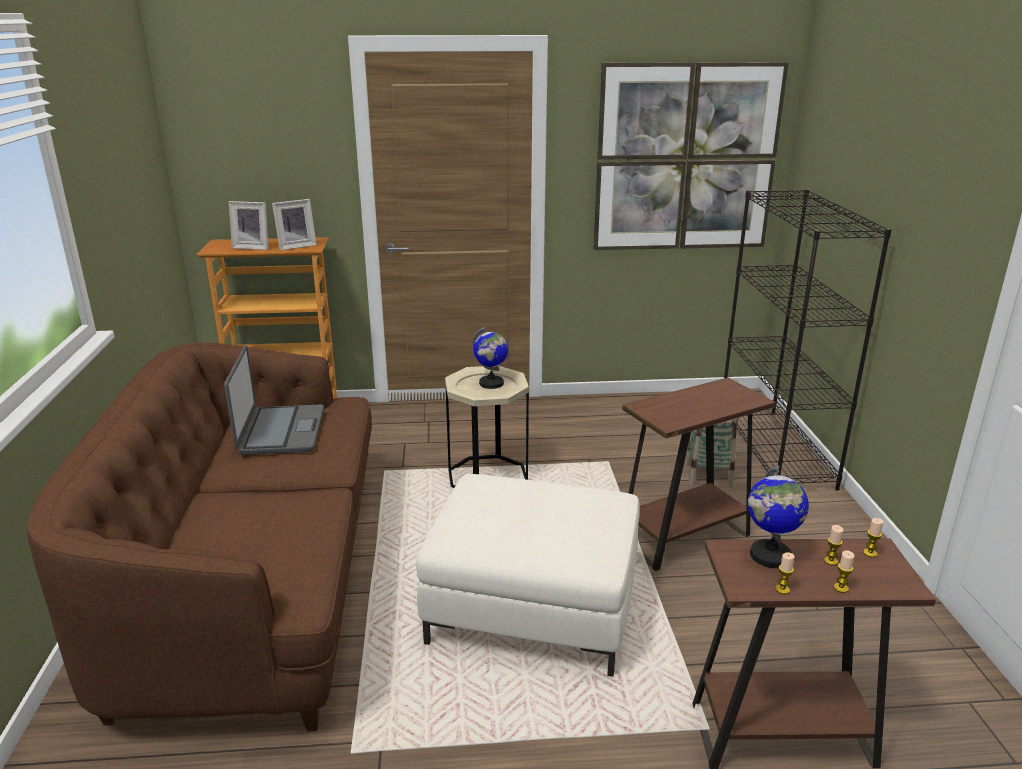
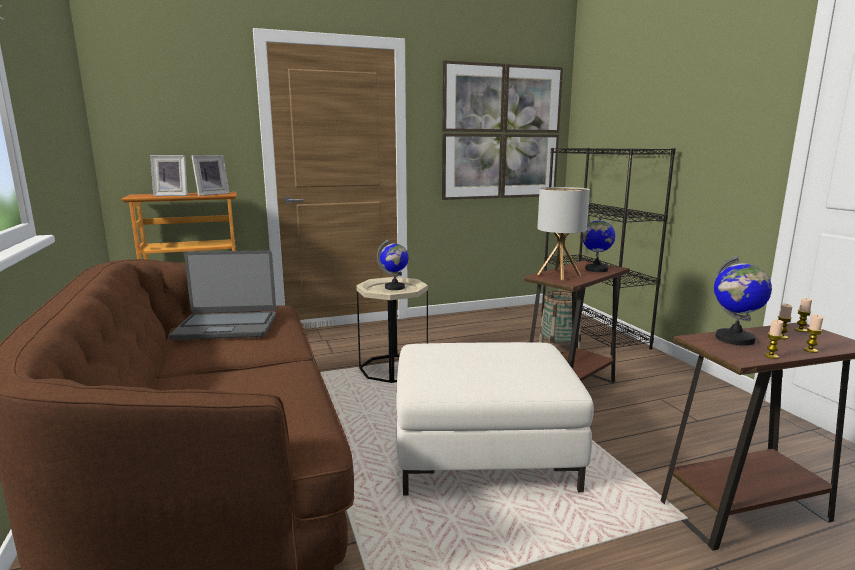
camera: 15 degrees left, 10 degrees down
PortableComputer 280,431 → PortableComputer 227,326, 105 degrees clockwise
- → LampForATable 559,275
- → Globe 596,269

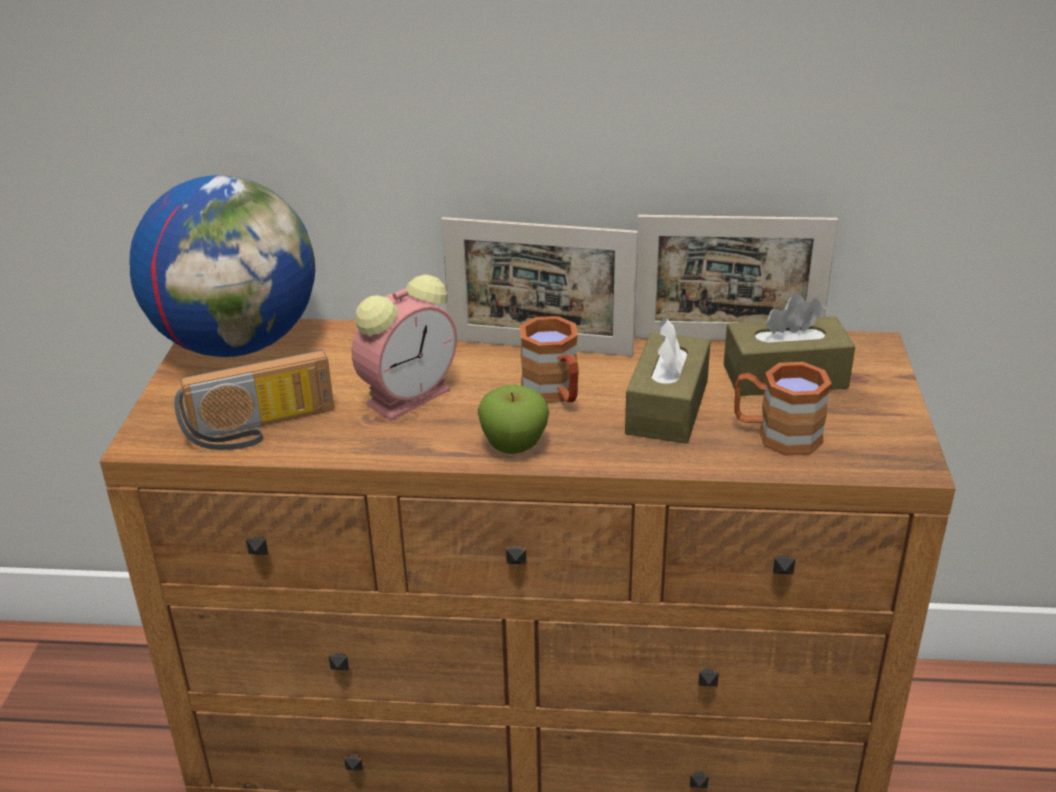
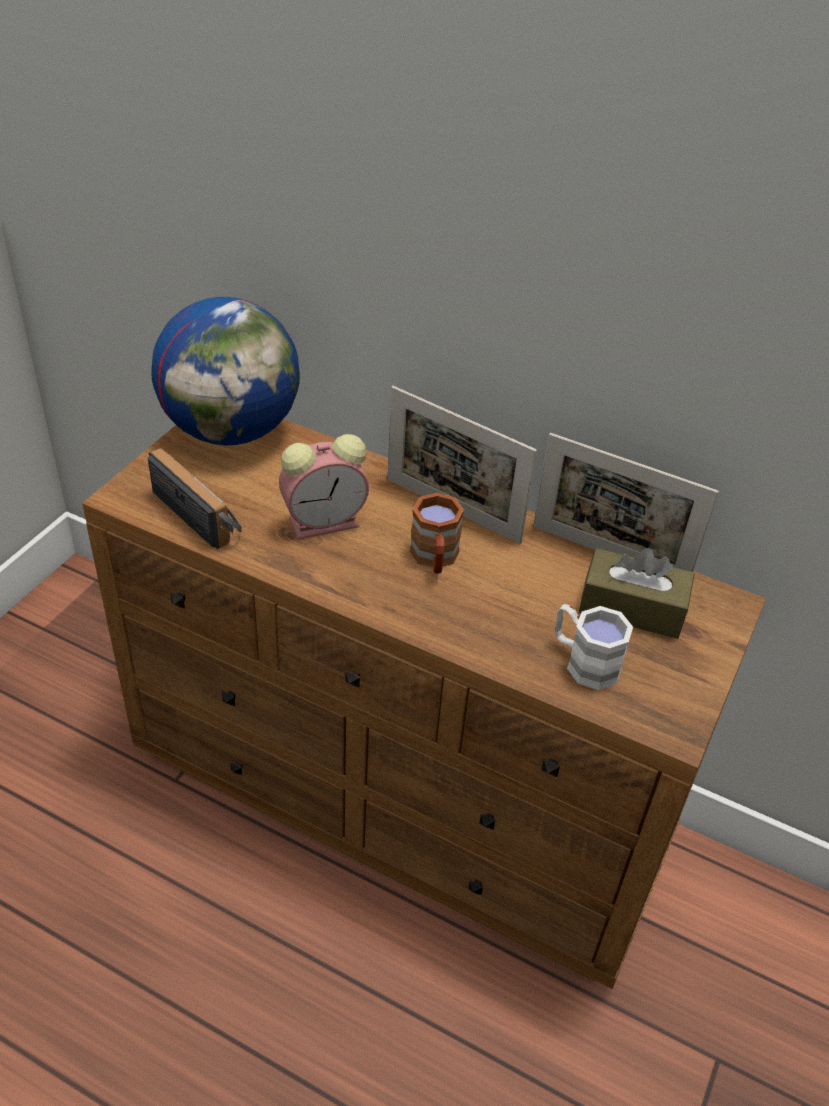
camera: 20 degrees right, 10 degrees up
RadioSet 260,429 → RadioSet 202,515, 135 degrees counterclockwise
BrownMug 776,435 → WhitishMug 584,661
WholeApple 514,447 → -
BrownBoxOfTissues 667,407 → -

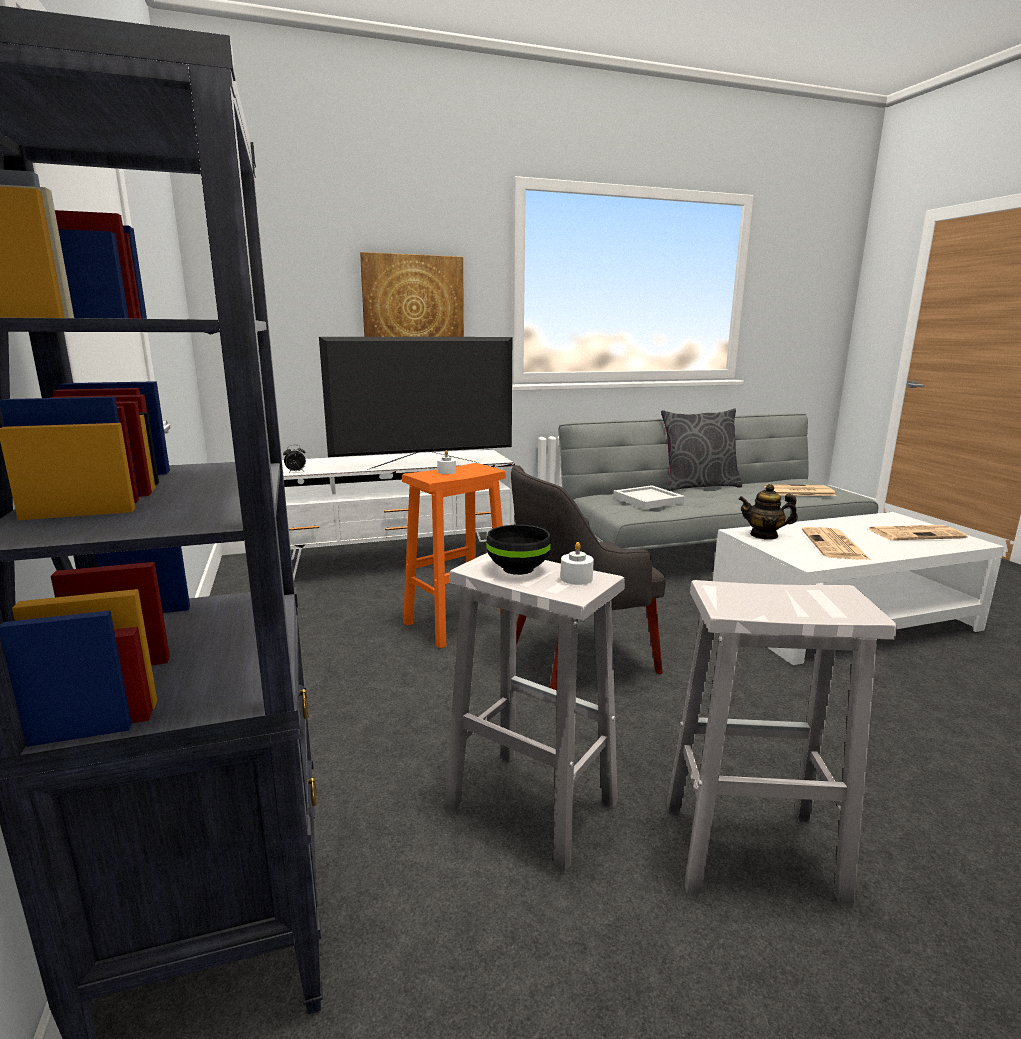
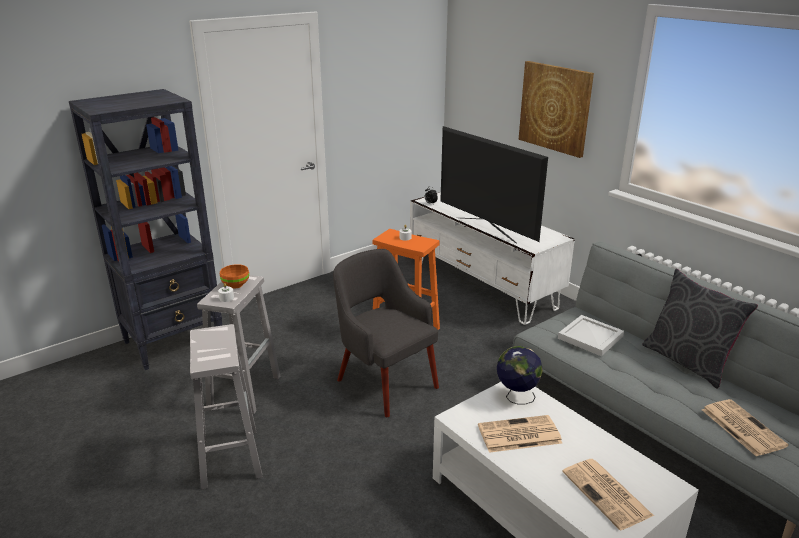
camera: 70 degrees right, 10 degrees up
BlackServingBowl 518,569 → OrangeColouredServingBowl 235,285
PotForTea 764,535 → Globe 516,397

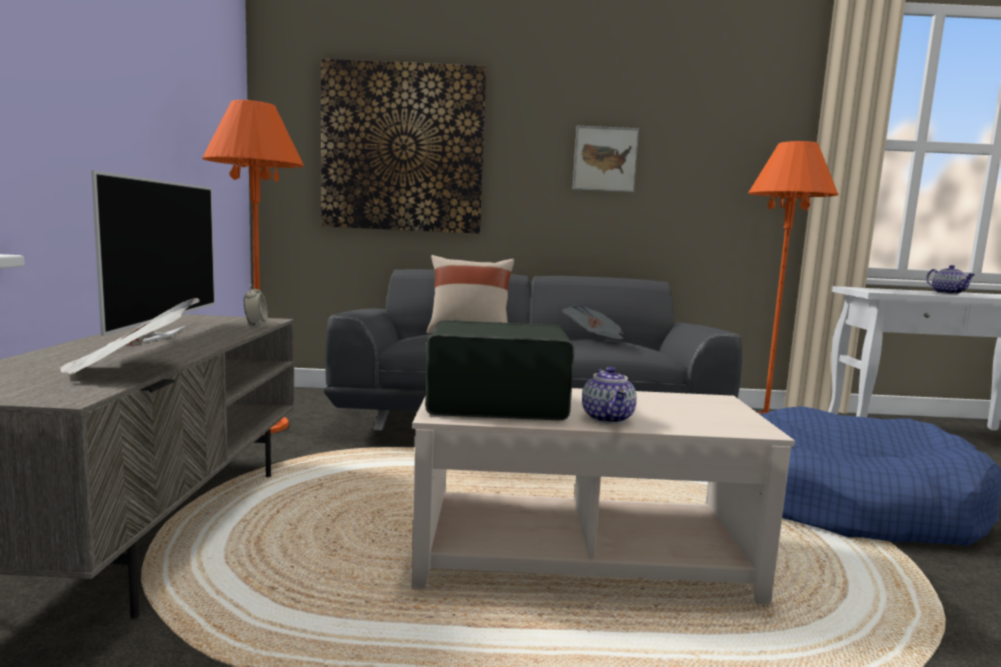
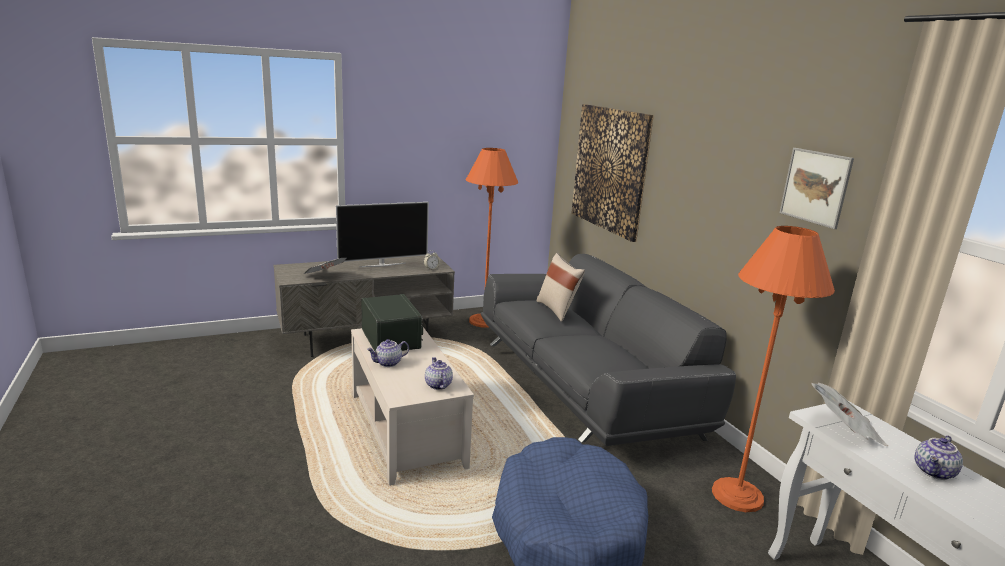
camera: 65 degrees right, 10 degrees up
- → PotForTea 437,385
WallPicture 605,159 → WallPicture 815,187, move
DailyPaper 594,340 → DailyPaper 844,431, move

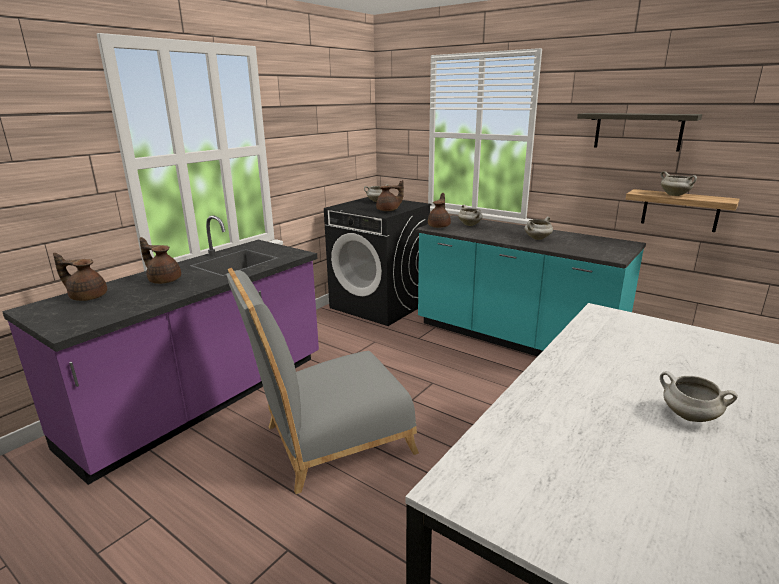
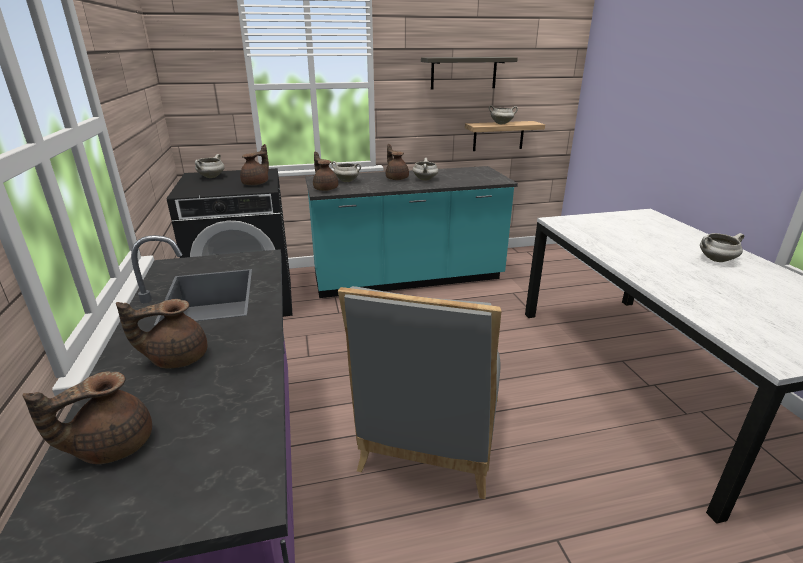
camera: 50 degrees left, 5 degrees up
- → BrownPotForTea 396,178

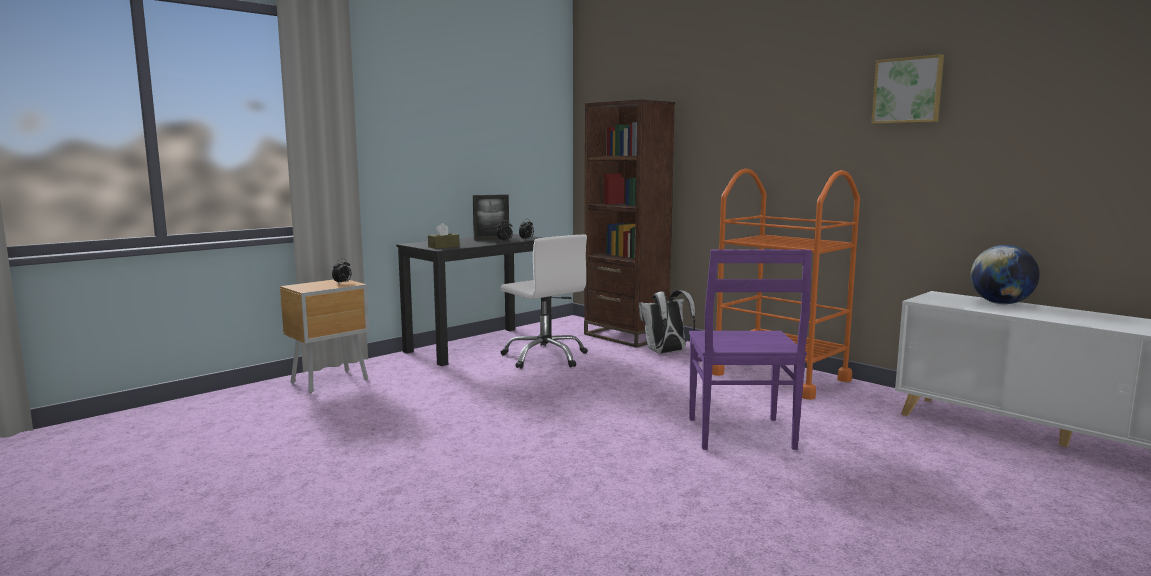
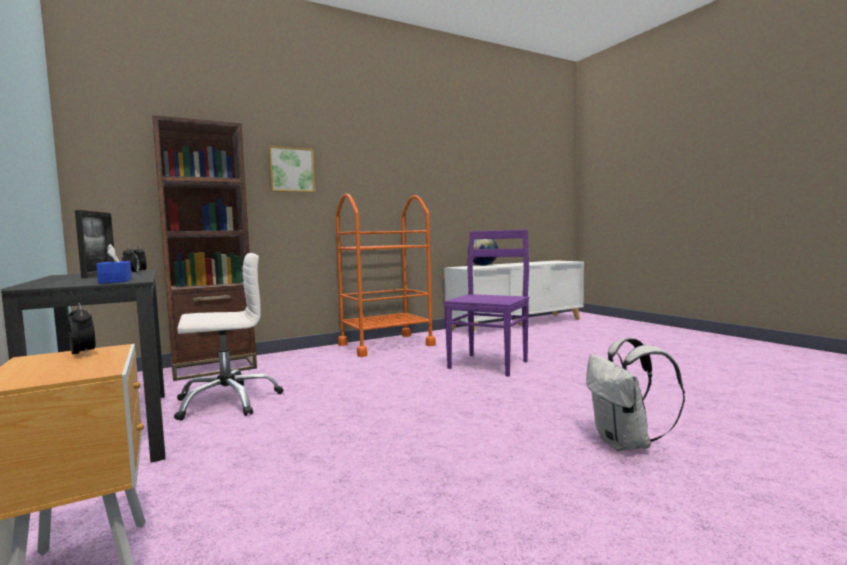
camera: 75 degrees left, 5 degrees down
BrownBoxOfTissues 443,246 → BlueColouredBoxOfTissues 115,281
WallPicture 908,90 → WallPicture 291,170, move
PurplishUprightChair 741,435 → PurplishUprightChair 489,364, 75 degrees counterclockwise
WhitishKnapsack 666,353 → WhitishKnapsack 626,444, move

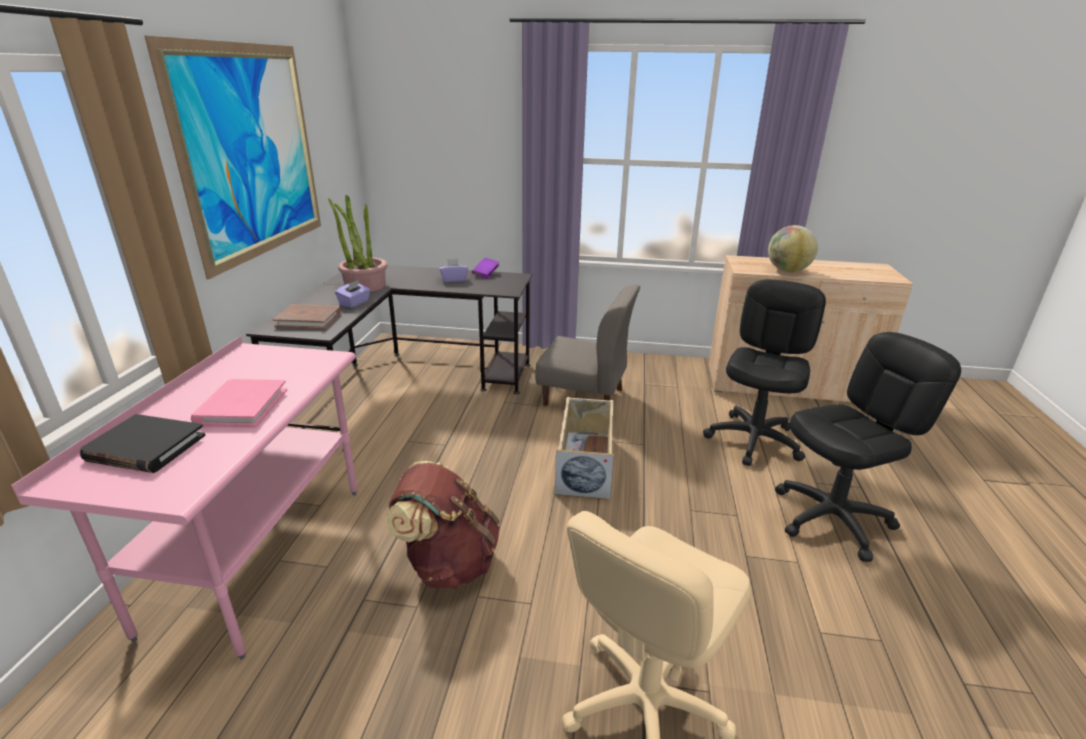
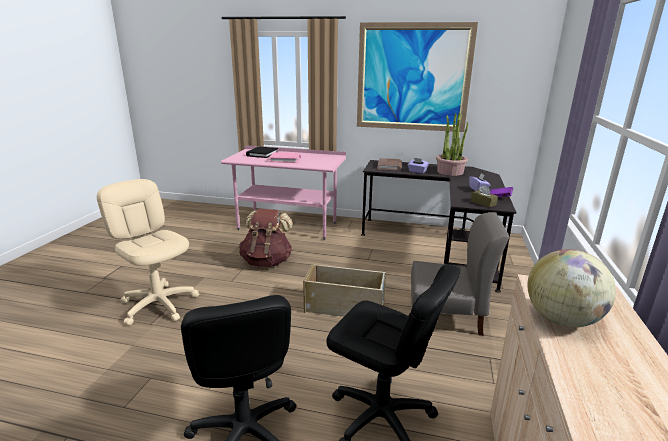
camera: 95 degrees right, 5 degrees down
GreyishUprightChair 584,397 → GreyishUprightChair 447,316, 105 degrees counterclockwise
- → BrownBoxOfTissues 483,203

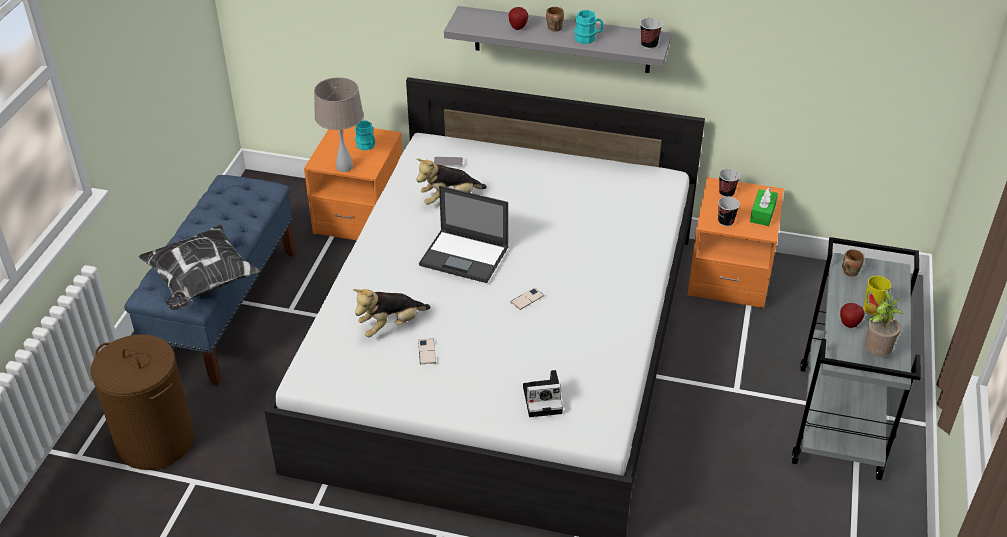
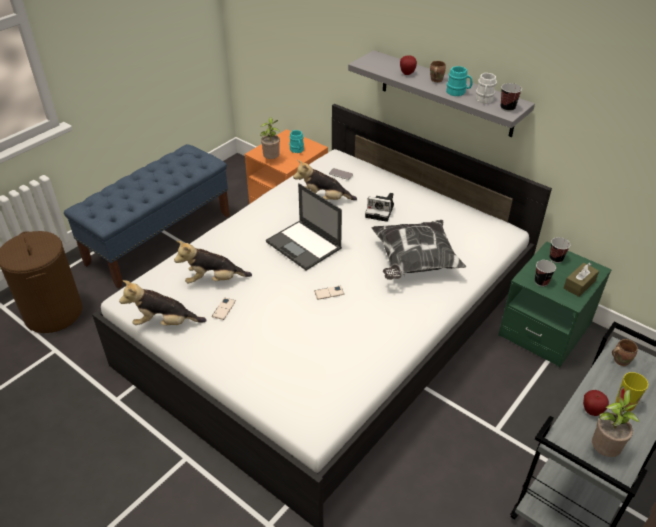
camera: 25 degrees right, 0 degrees up
- → CuddlyToy 165,323
BeigeColouredLampForATable 344,166 → PlantInAPot 272,160
StillCamera 544,399 → StillCamera 381,211, move
Pillow 201,283 → Pillow 414,262, move
- → WhitishMug 483,100
OrangeColouredNightTable 729,275 → GreenNightTable 544,330
GreenBoxOfTissues 762,213 → BrownBoxOfTissues 579,284

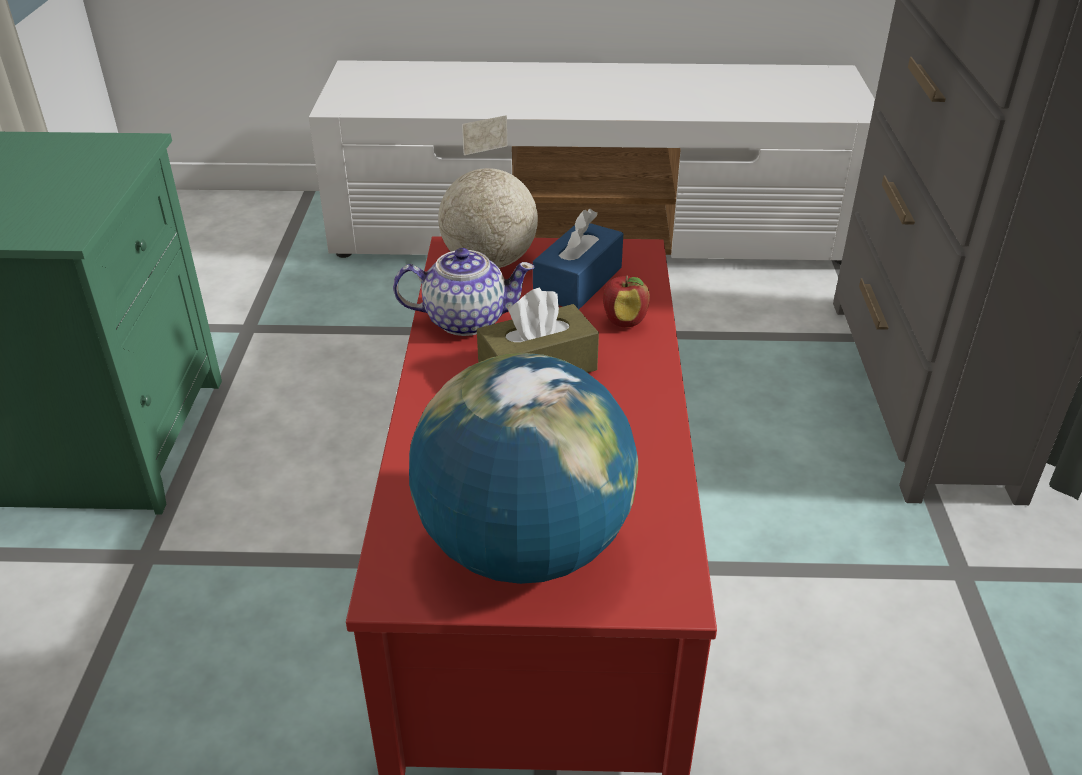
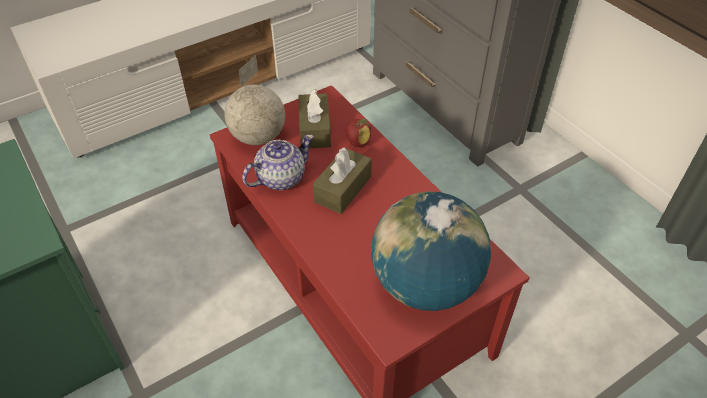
camera: 35 degrees left, 10 degrees up
BlueColouredBoxOfTissues 578,282 → BrownBoxOfTissues 315,129

